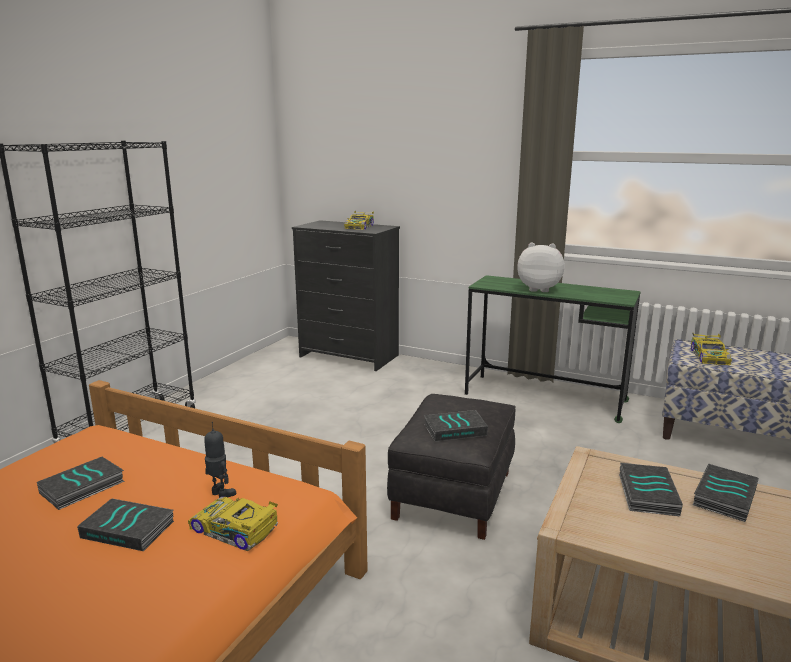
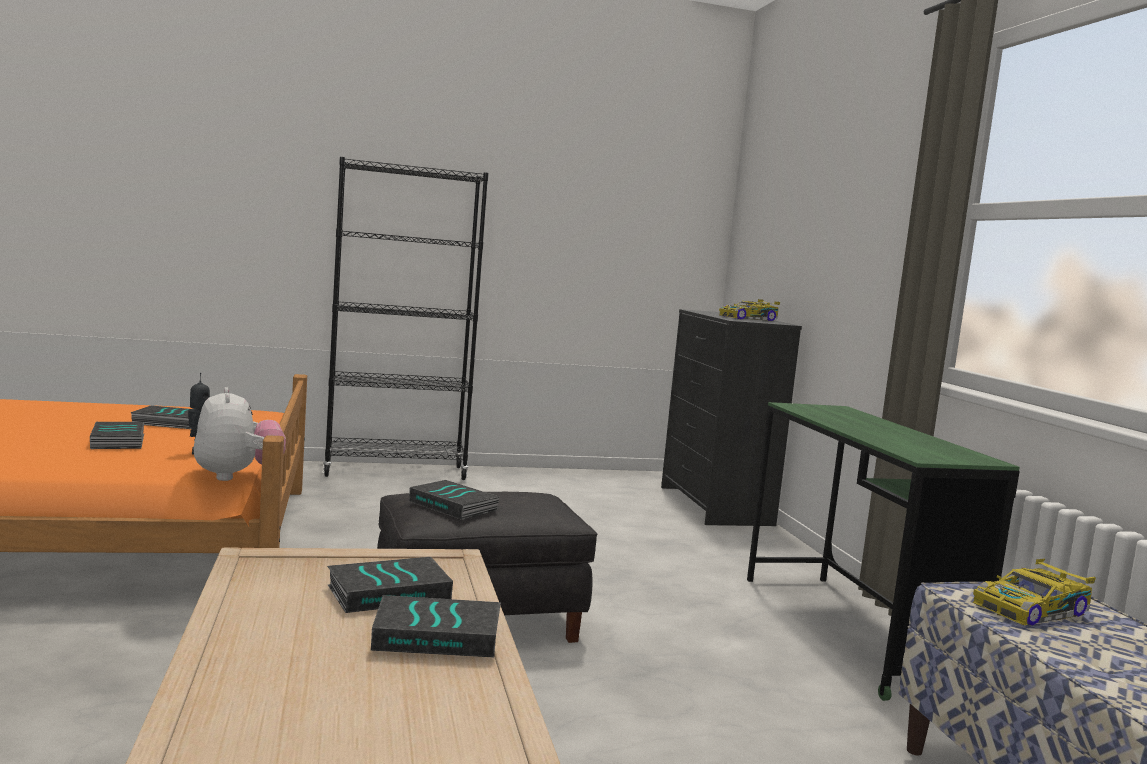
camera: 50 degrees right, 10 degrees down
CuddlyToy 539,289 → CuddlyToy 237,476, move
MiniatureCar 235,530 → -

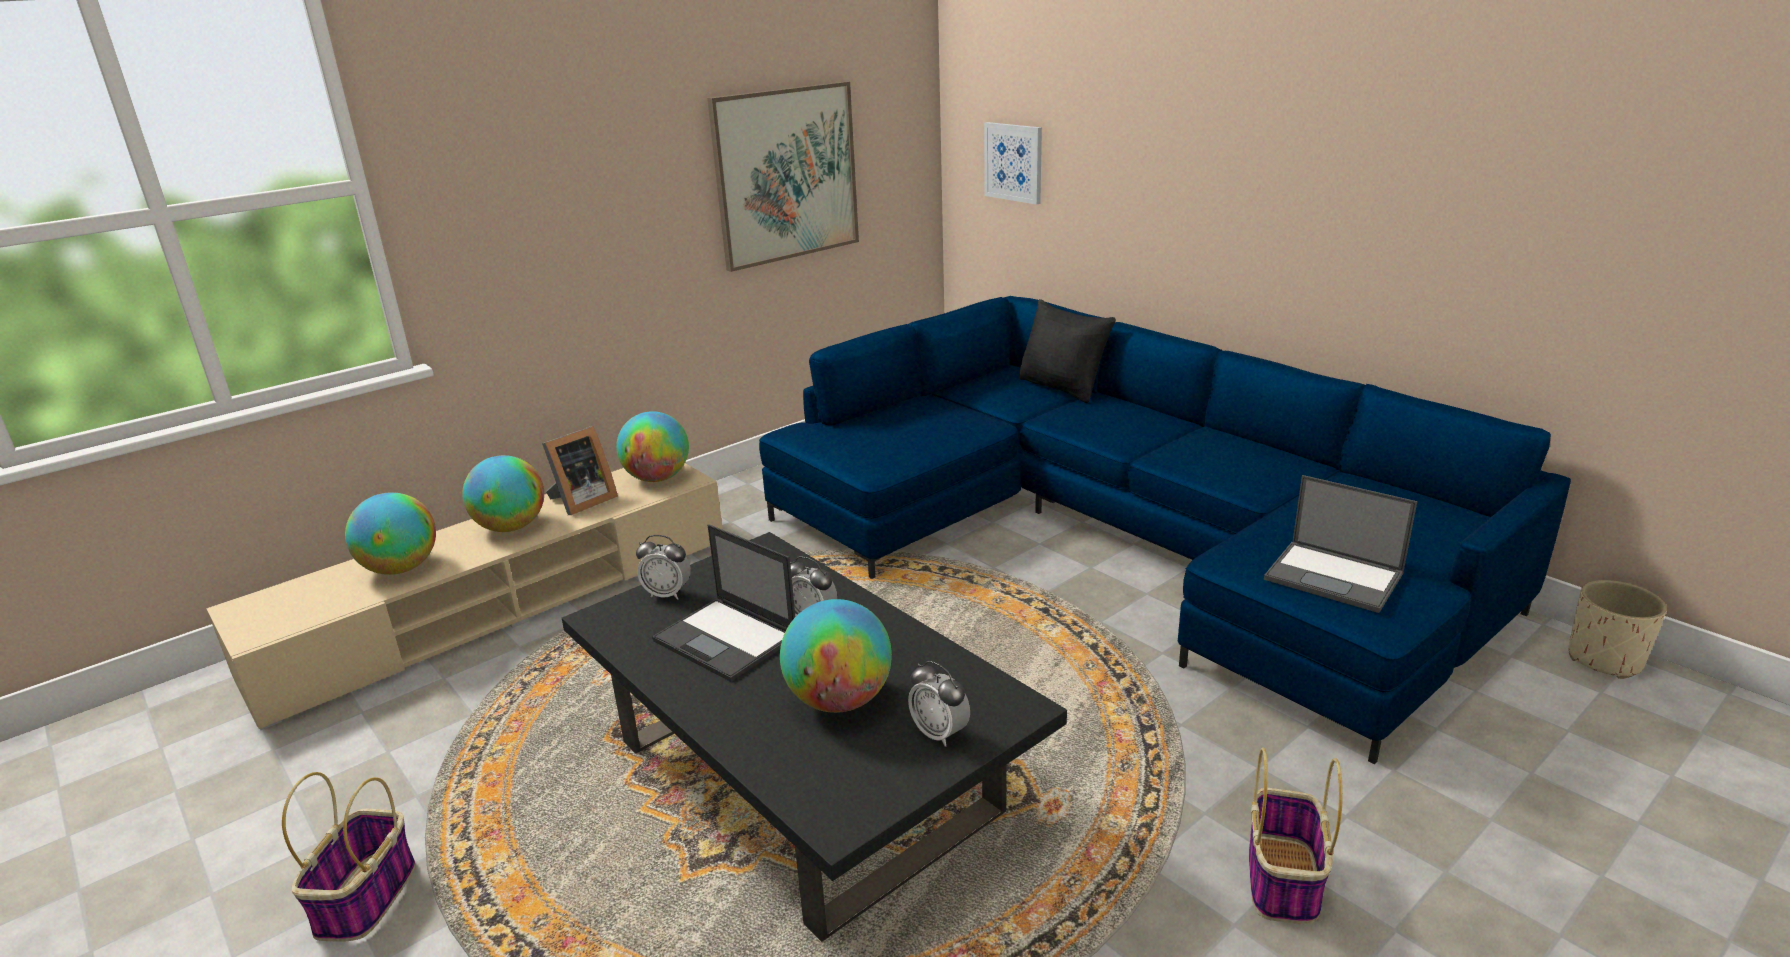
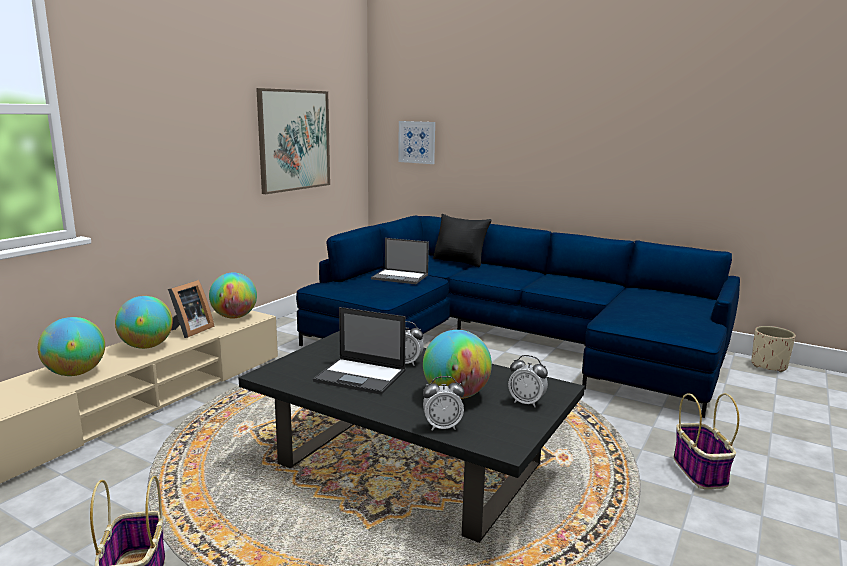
camera: 20 degrees left, 10 degrees down
PortableComputer 1335,577 → PortableComputer 400,277, move
TableClock 667,594 → TableClock 442,427, move

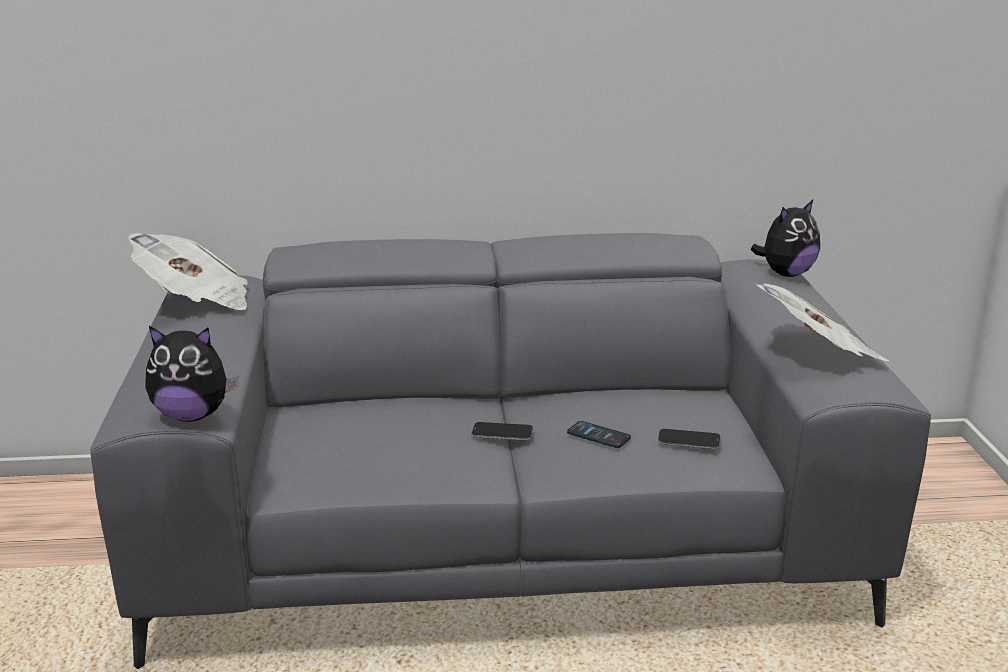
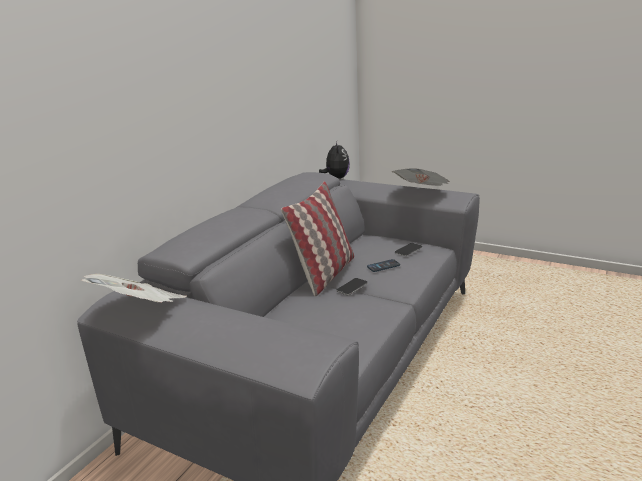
camera: 55 degrees left, 0 degrees up
- → Pillow 324,274
CuddlyToy 192,416 → -

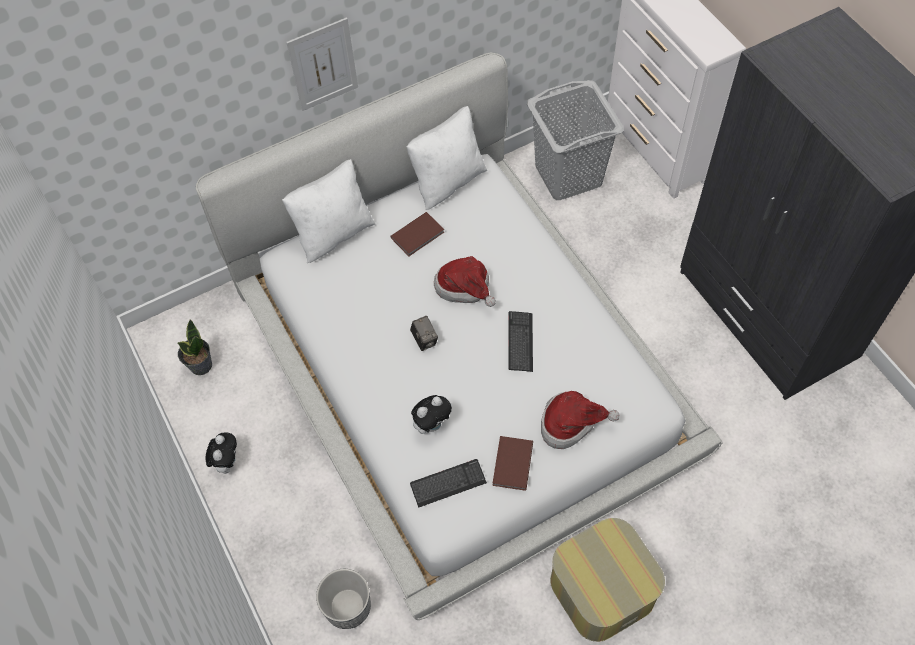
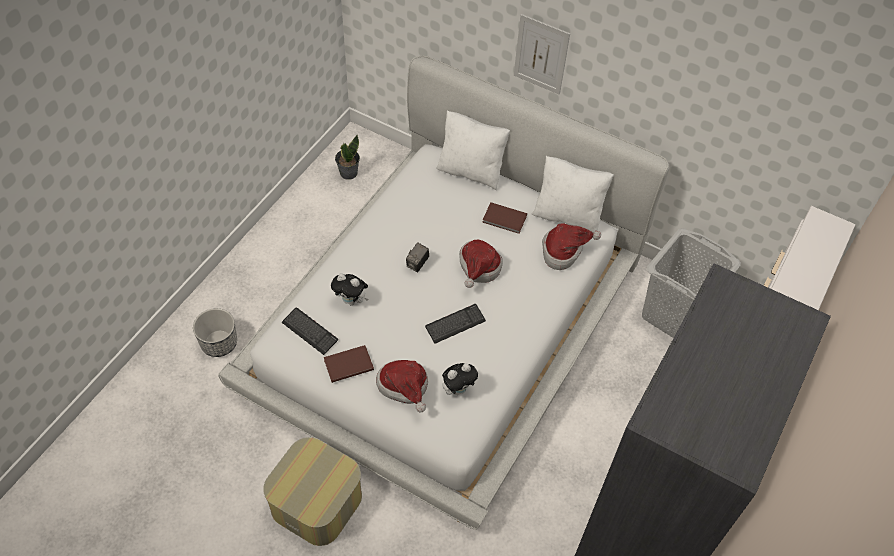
camera: 55 degrees right, 5 degrees down
CuddlyToy 227,462 → CuddlyToy 458,389, move
- → ClothingHat 564,251

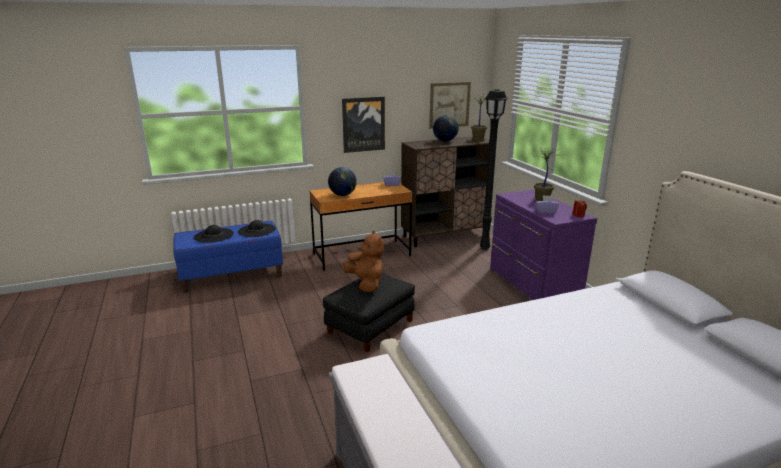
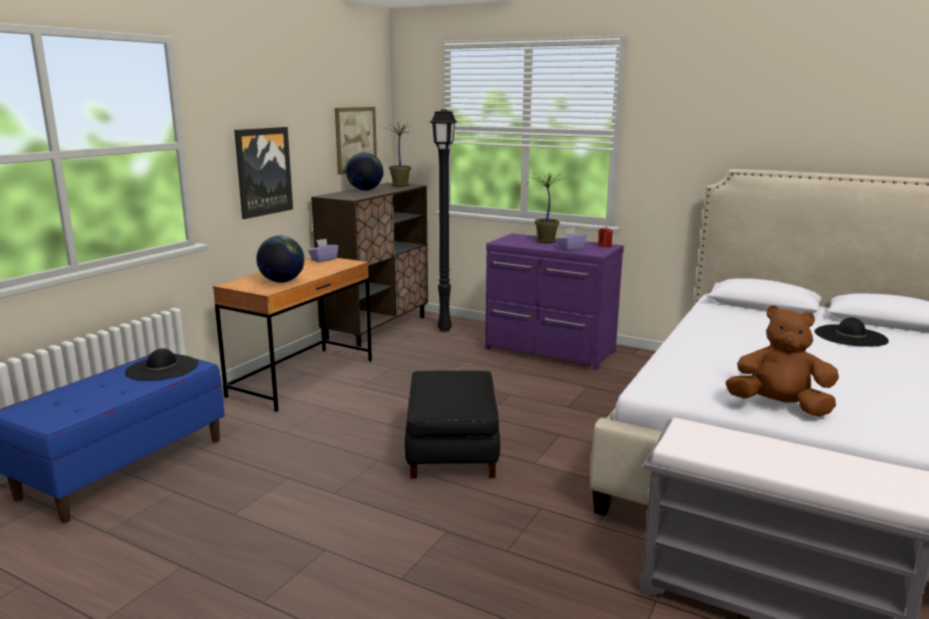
camera: 40 degrees left, 5 degrees down
BrownCuddlyToy 366,283 → BrownCuddlyToy 778,407, move
BlackClothingHat 213,235 → BlackClothingHat 850,336, move

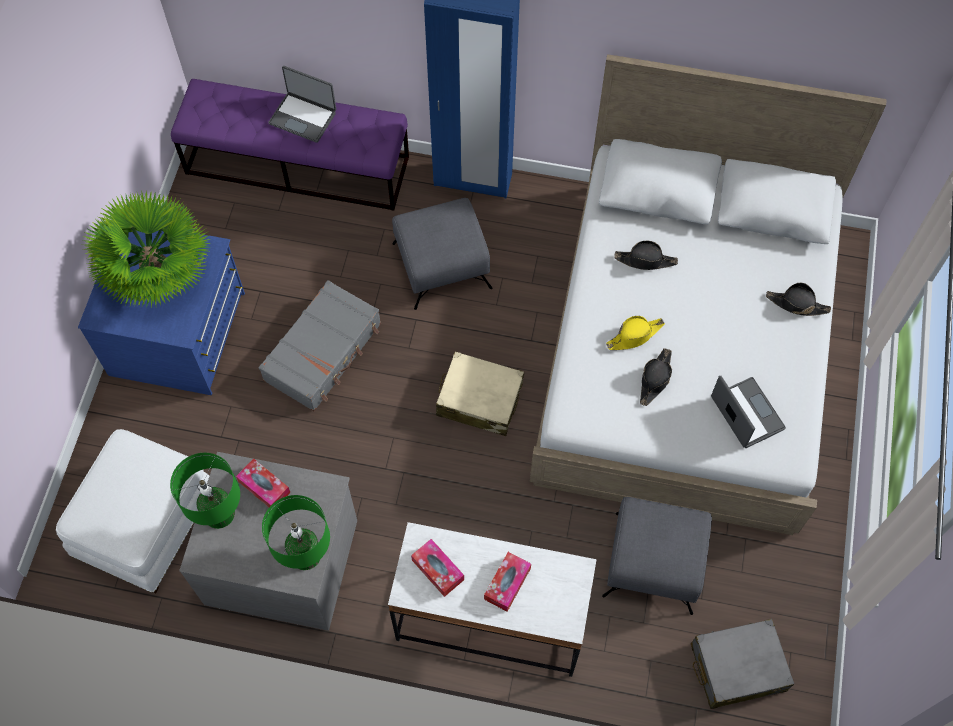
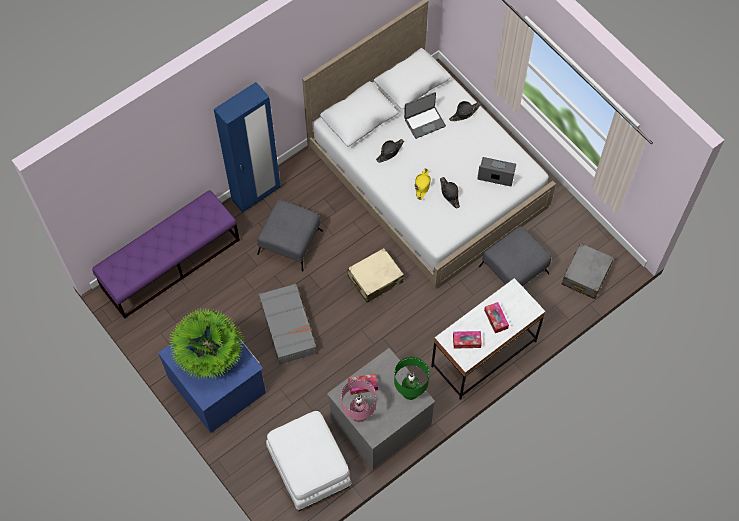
camera: 50 degrees left, 0 degrees up
GreenLampForATable 219,513 → PinkColouredLampForATable 359,413
PortableComputer 303,117 → PortableComputer 424,122, move

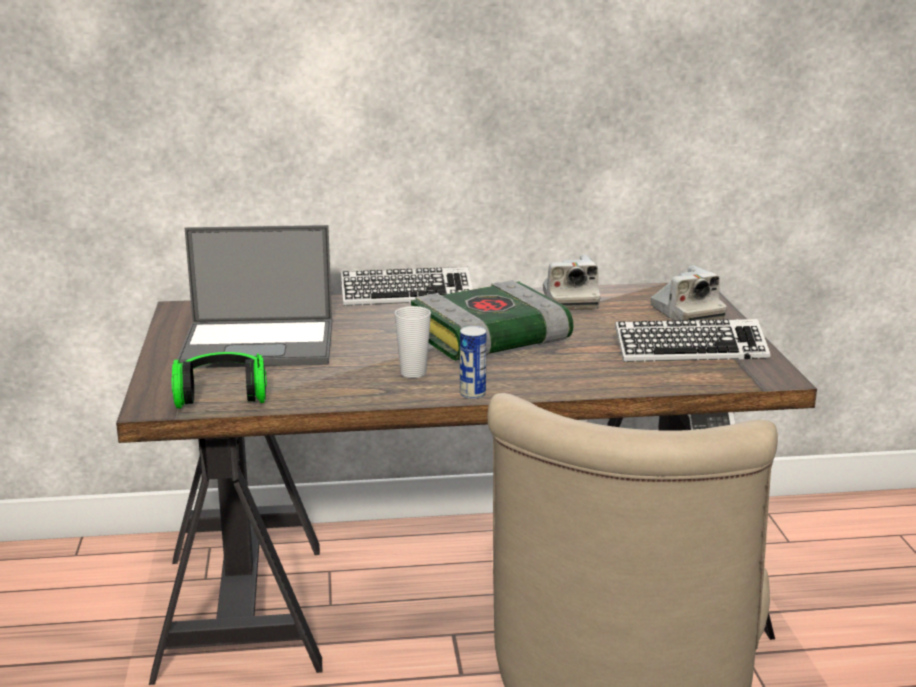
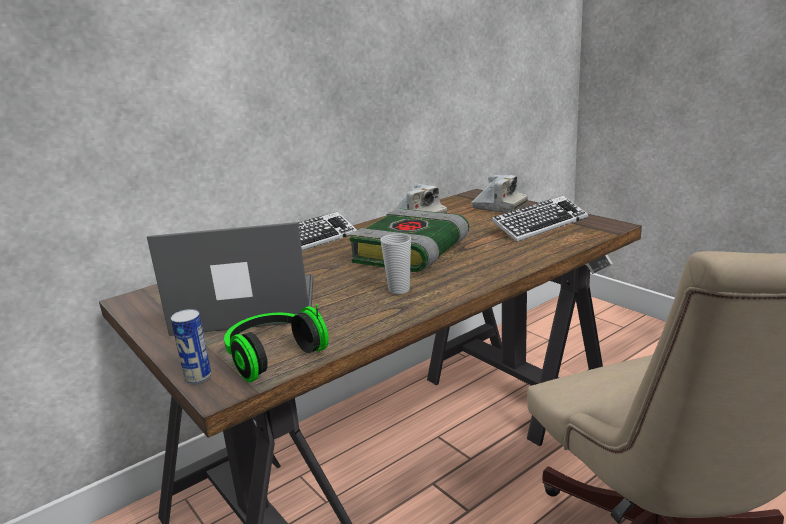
camera: 30 degrees left, 0 degrees up
PortableComputer 260,344 → PortableComputer 245,306, 150 degrees counterclockwise
SealedCan 472,394 → SealedCan 198,377, move

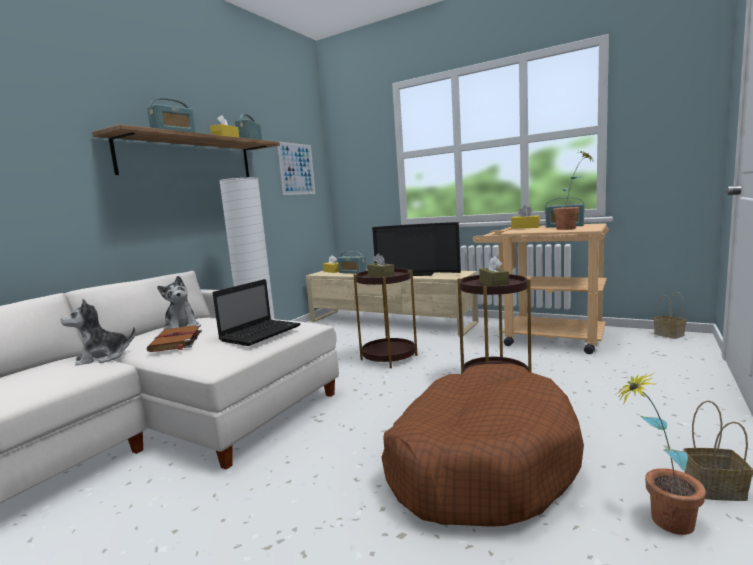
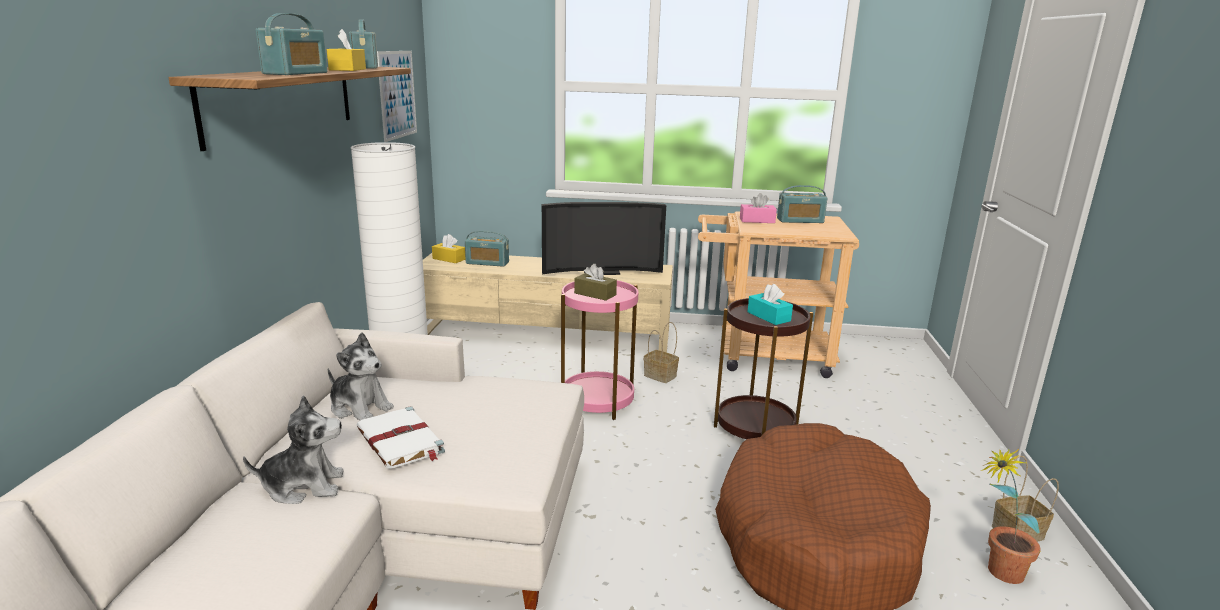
camera: 25 degrees left, 10 degrees up
CuddlyToy 102,358 → CuddlyToy 303,486, 135 degrees counterclockwise
BrownBoundBook 176,341 → WhitishBoundBook 401,441
BrownAccentTable 389,357 → PinkColouredAccentTable 597,401
HouseholdBasket 670,334 → HouseholdBasket 661,376, move
YellowishBoxOfTissues 525,227 → PinkColouredBoxOfTissues 757,220
BrownBoxOfTissues 494,284 → TurquoiseColouredBoxOfTissues 768,316
PortableComputer 261,333 → -
PlantInAPot 572,228 → -

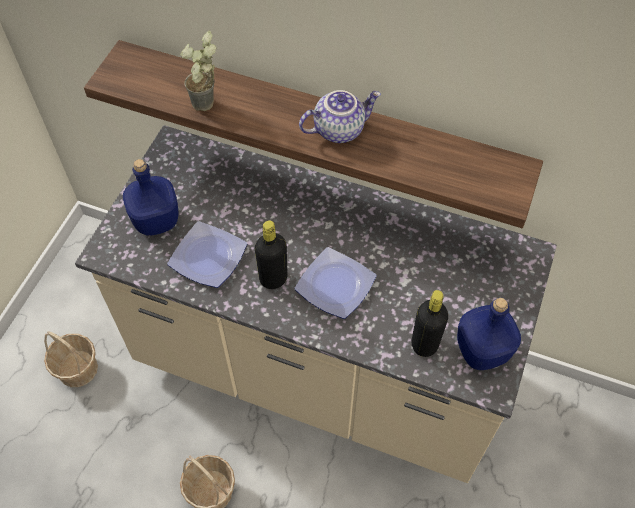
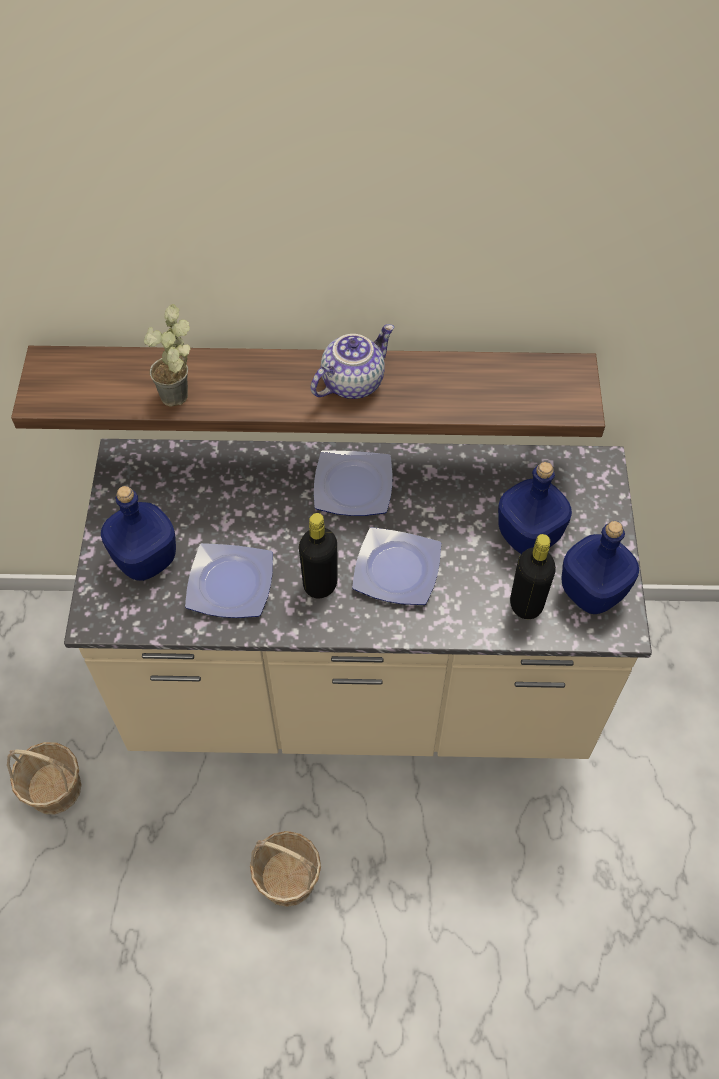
camera: 20 degrees left, 0 degrees up
- → FlatDish 351,485
- → BlueColouredDrinkBottle 527,536

